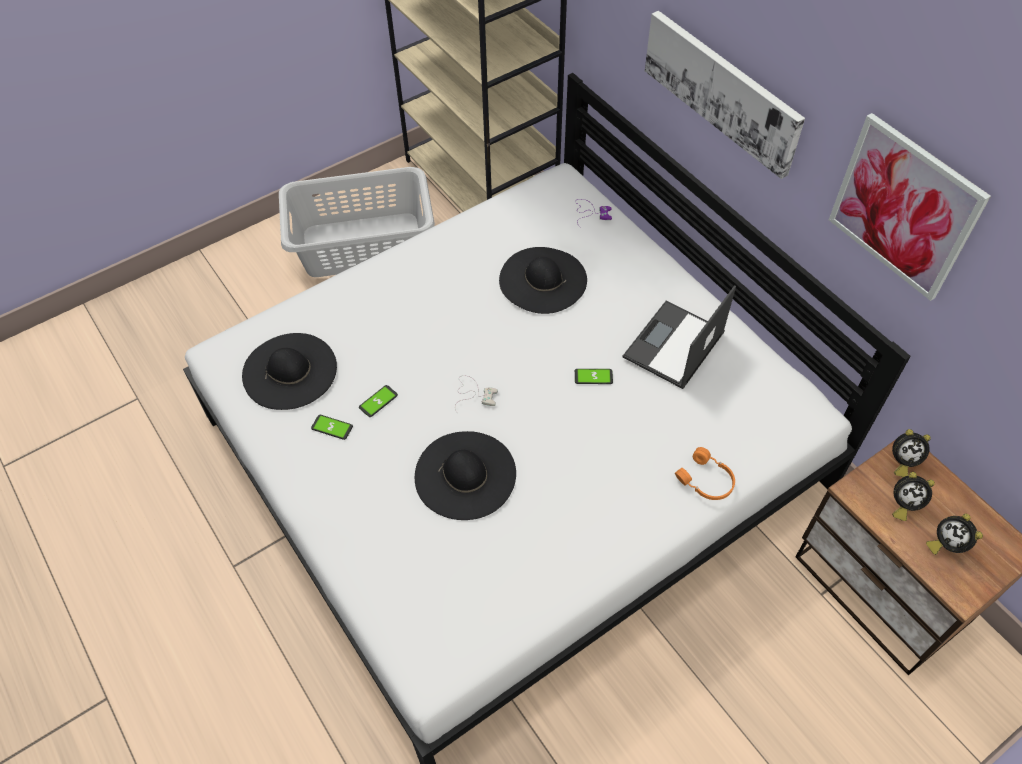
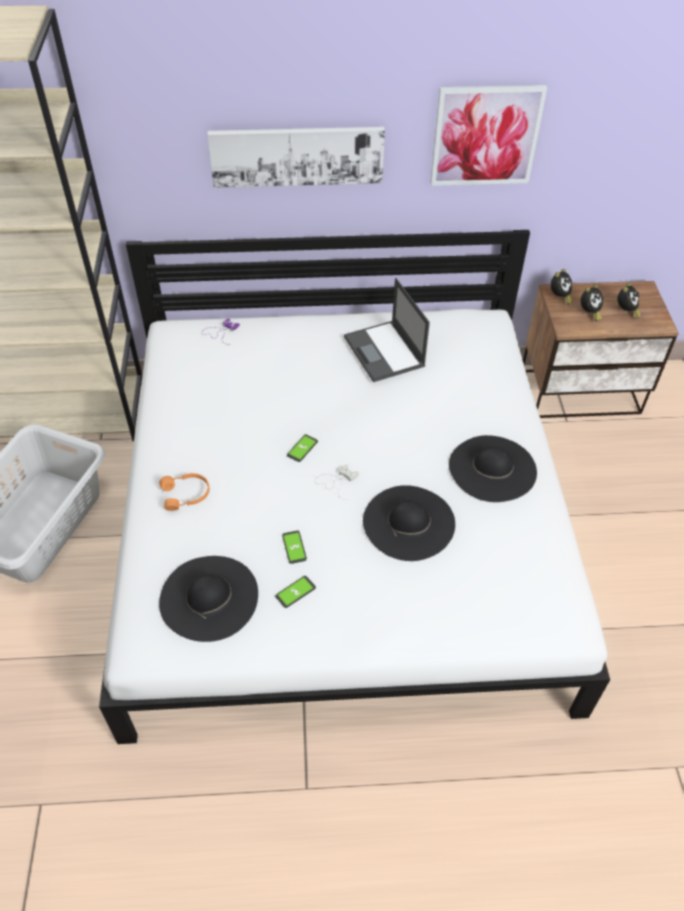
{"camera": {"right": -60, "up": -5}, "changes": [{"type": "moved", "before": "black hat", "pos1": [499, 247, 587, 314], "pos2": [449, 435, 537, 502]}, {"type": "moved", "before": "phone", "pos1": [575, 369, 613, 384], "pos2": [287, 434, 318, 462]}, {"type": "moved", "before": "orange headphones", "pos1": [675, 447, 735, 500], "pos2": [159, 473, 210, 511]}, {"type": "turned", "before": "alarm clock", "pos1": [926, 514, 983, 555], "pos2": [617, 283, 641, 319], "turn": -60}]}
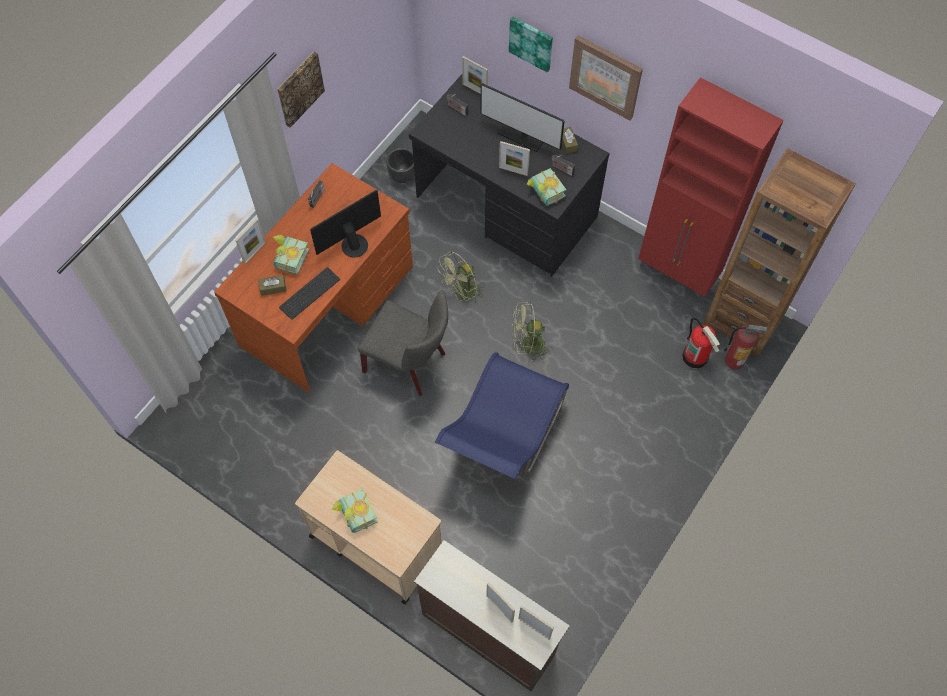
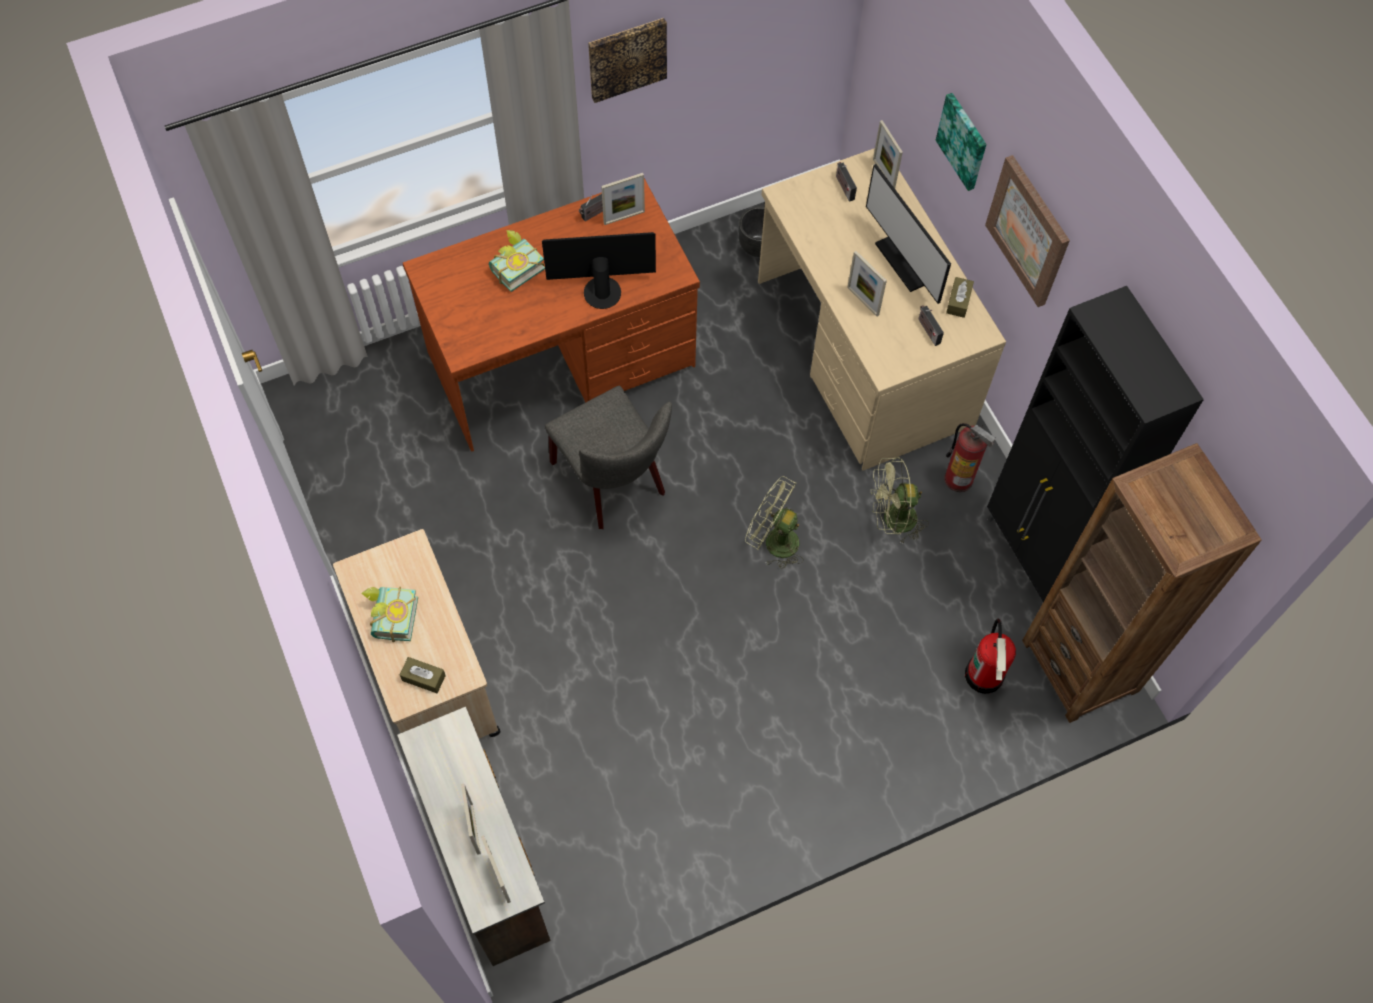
{"camera": {"right": 30, "up": 0}, "changes": [{"type": "recoloured", "before": "black desk", "after": "beige desk", "pos1": [409, 74, 610, 277], "pos2": [758, 148, 1006, 471]}, {"type": "recoloured", "before": "red cabinet", "after": "black cabinet", "pos1": [638, 77, 784, 302], "pos2": [987, 286, 1204, 608]}, {"type": "removed", "before": "book", "pos1": [527, 168, 566, 206]}, {"type": "moved", "before": "picture frame", "pos1": [235, 218, 266, 264], "pos2": [601, 173, 645, 225]}, {"type": "moved", "before": "green fan", "pos1": [437, 251, 485, 303], "pos2": [871, 457, 929, 544]}, {"type": "removed", "before": "keyboard", "pos1": [279, 267, 340, 320]}, {"type": "moved", "before": "brown tissue box", "pos1": [258, 275, 286, 296], "pos2": [400, 657, 446, 693]}, {"type": "moved", "before": "fire extinguisher", "pos1": [724, 323, 767, 370], "pos2": [944, 423, 996, 492]}, {"type": "removed", "before": "blue chair", "pos1": [435, 353, 569, 479]}]}
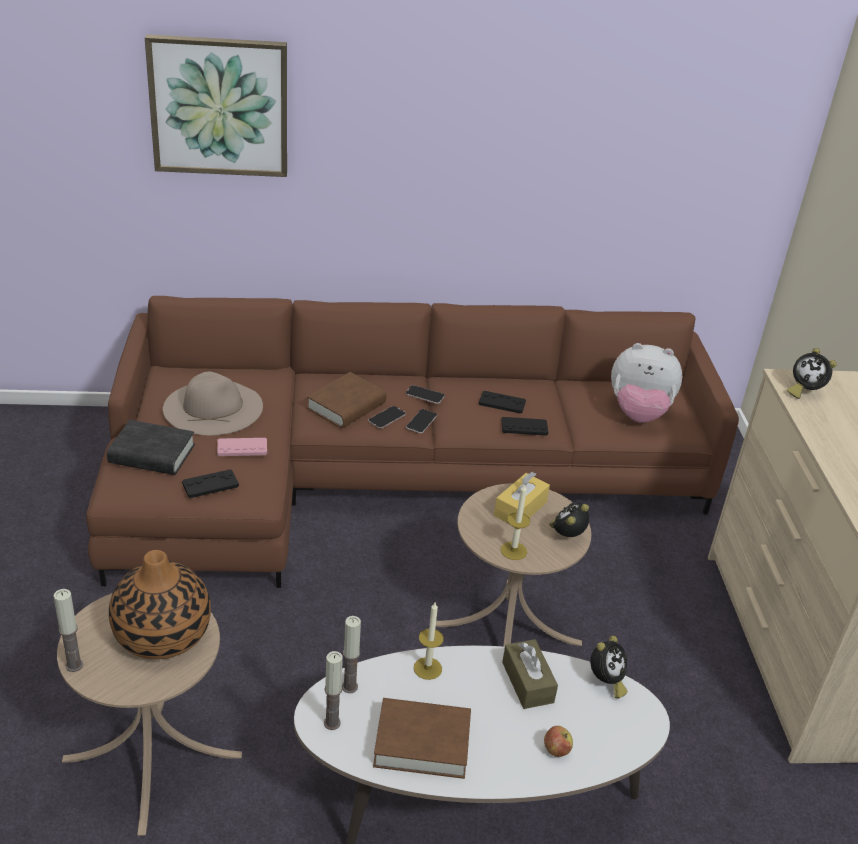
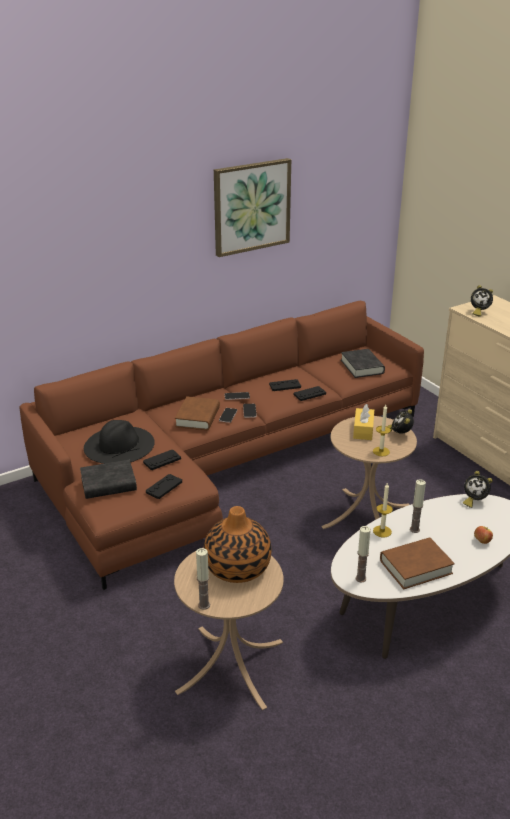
{"camera": {"right": -25, "up": -5}, "changes": [{"type": "moved", "before": "picture", "pos1": [145, 34, 287, 177], "pos2": [214, 158, 291, 257]}, {"type": "replaced", "before": "plush toy", "after": "black book", "pos1": [611, 343, 682, 423], "pos2": [341, 349, 385, 378]}, {"type": "recoloured", "before": "beige hat", "after": "black hat", "pos1": [163, 372, 263, 436], "pos2": [84, 420, 155, 464]}, {"type": "recoloured", "before": "pink game controller", "after": "black game controller", "pos1": [217, 438, 267, 456], "pos2": [143, 450, 181, 470]}, {"type": "moved", "before": "candle", "pos1": [342, 616, 361, 693], "pos2": [410, 479, 426, 533]}, {"type": "turned", "before": "alarm clock", "pos1": [590, 636, 628, 698], "pos2": [463, 471, 492, 508], "turn": 105}, {"type": "removed", "before": "brown tissue box", "pos1": [502, 639, 558, 709]}]}
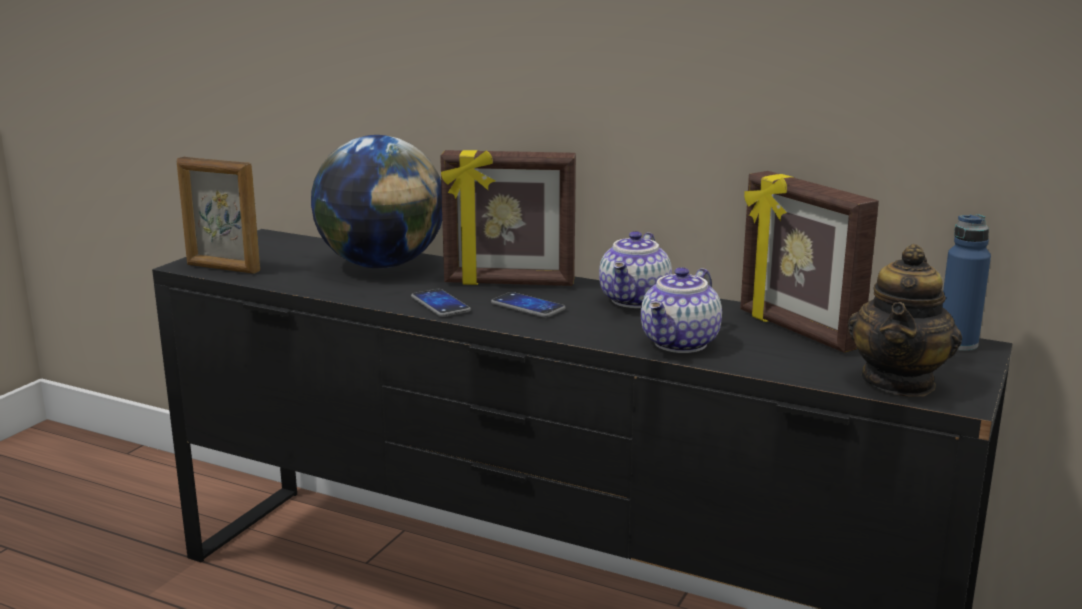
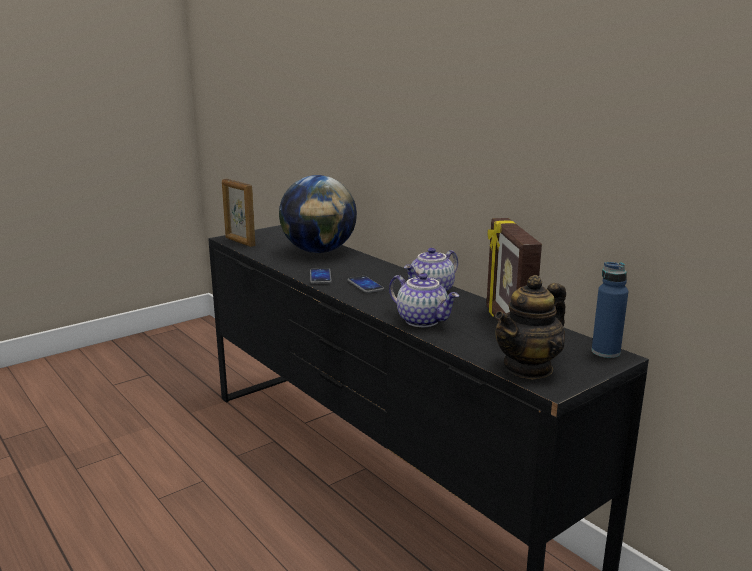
{"camera": {"right": 25, "up": 0}, "changes": [{"type": "removed", "before": "picture frame", "pos1": [440, 150, 576, 286]}, {"type": "turned", "before": "teapot", "pos1": [641, 267, 722, 353], "pos2": [389, 273, 459, 327], "turn": -105}]}
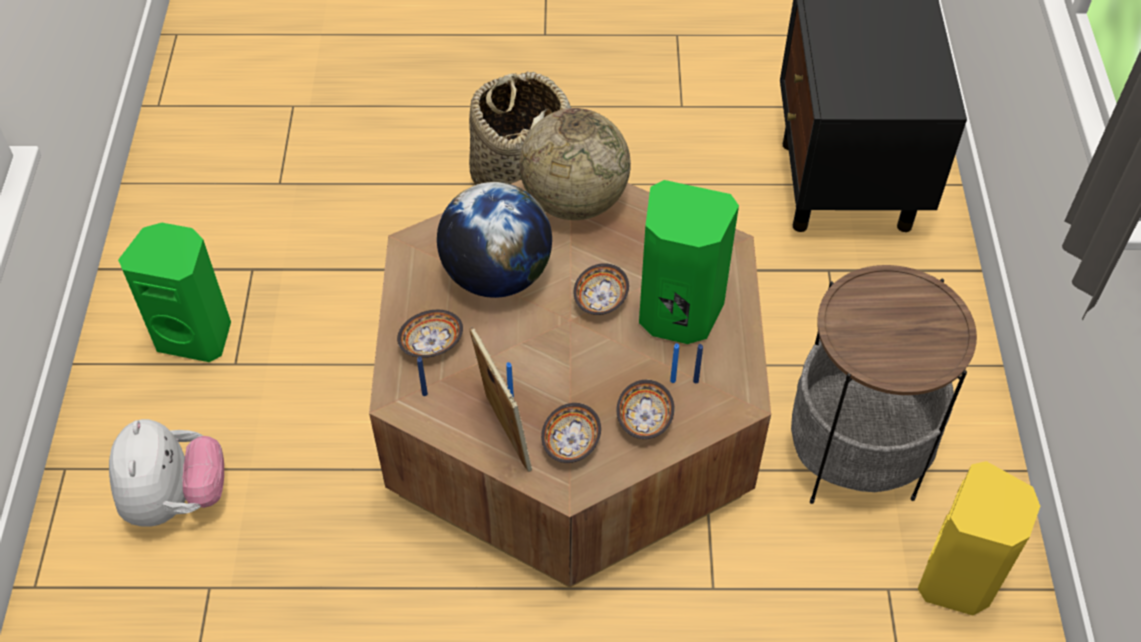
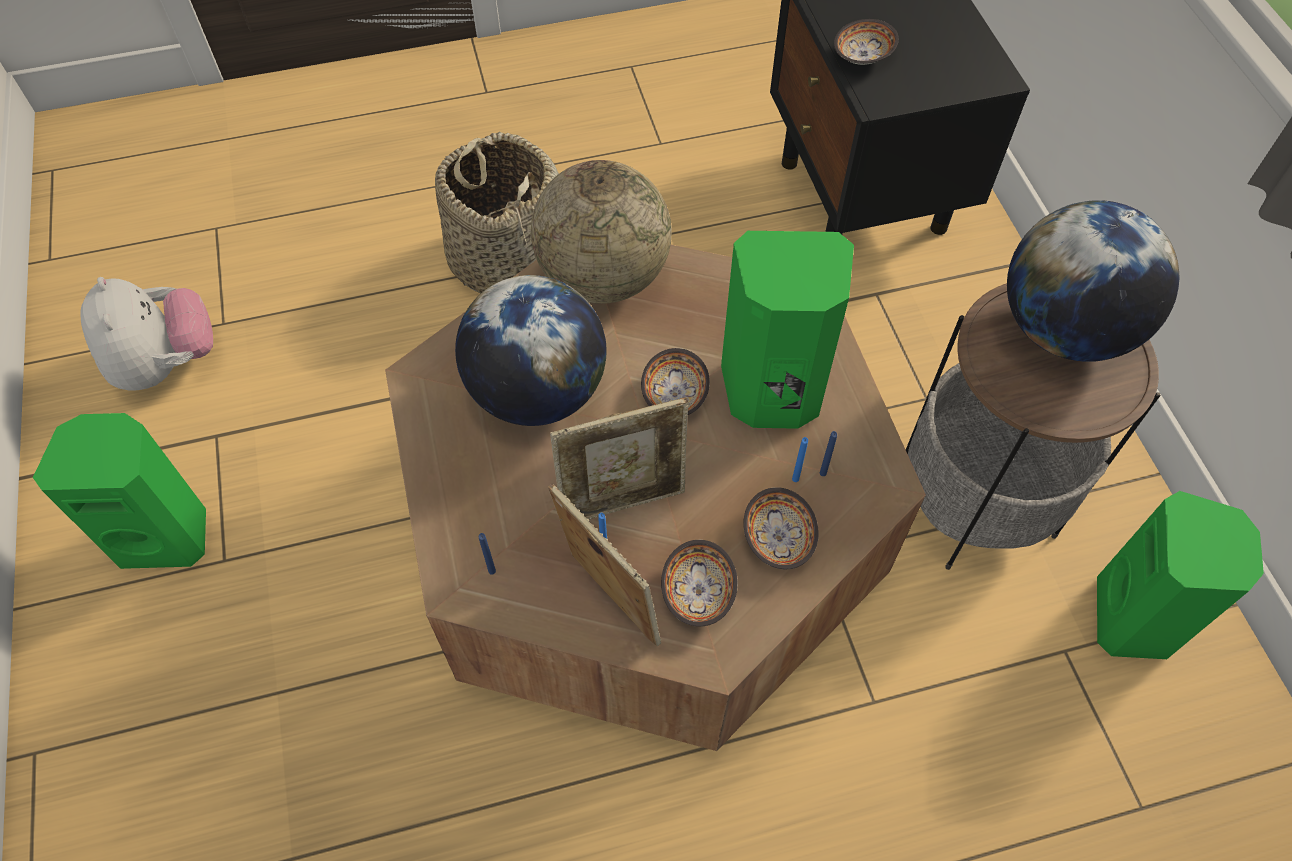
{"camera": {"right": -15, "up": 5}, "changes": [{"type": "moved", "before": "bowl", "pos1": [397, 310, 463, 358], "pos2": [834, 19, 899, 65]}, {"type": "moved", "before": "plush toy", "pos1": [109, 419, 224, 527], "pos2": [80, 277, 213, 390]}, {"type": "recoloured", "before": "yellow speaker", "after": "green speaker", "pos1": [918, 461, 1040, 615], "pos2": [1097, 491, 1264, 659]}, {"type": "added", "after": "globe", "pos2": [1007, 200, 1179, 362]}, {"type": "added", "after": "picture frame", "pos2": [550, 397, 689, 519]}]}
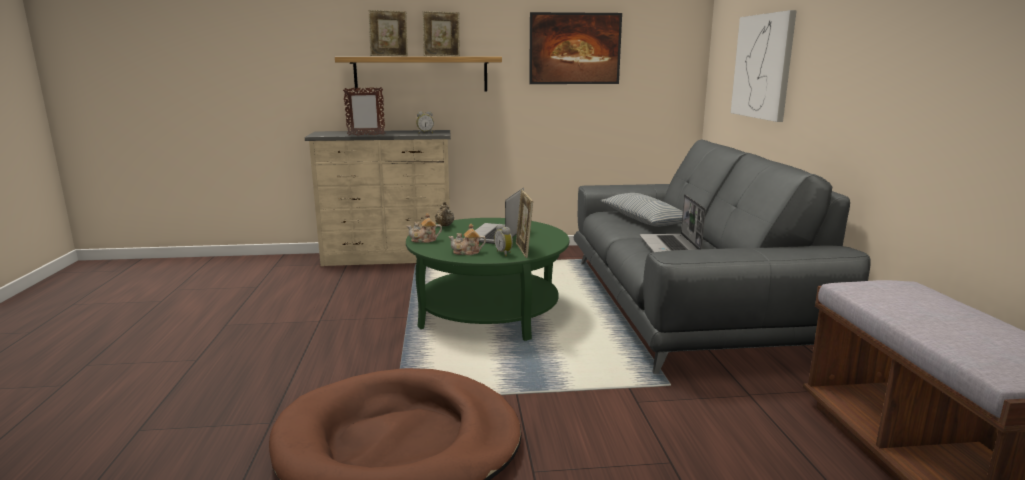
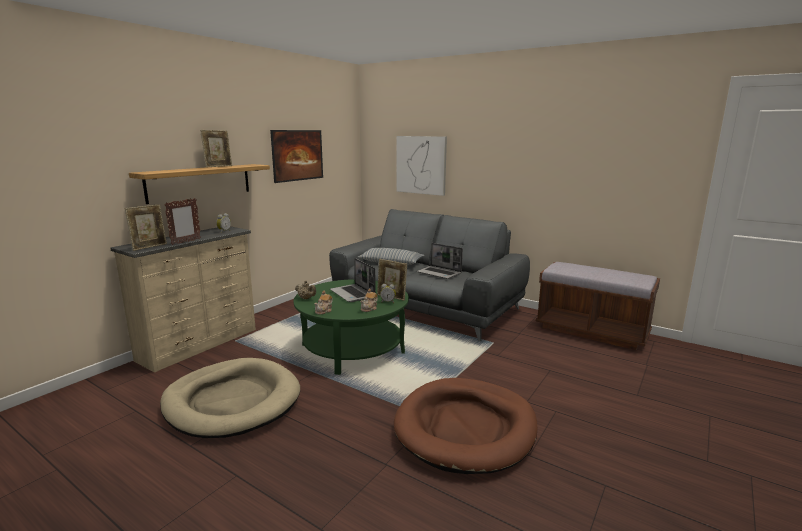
{"camera": {"right": -50, "up": 0}, "changes": [{"type": "moved", "before": "picture frame", "pos1": [369, 10, 408, 57], "pos2": [125, 204, 167, 251]}, {"type": "added", "after": "beige dog bed", "pos2": [160, 358, 300, 438]}]}
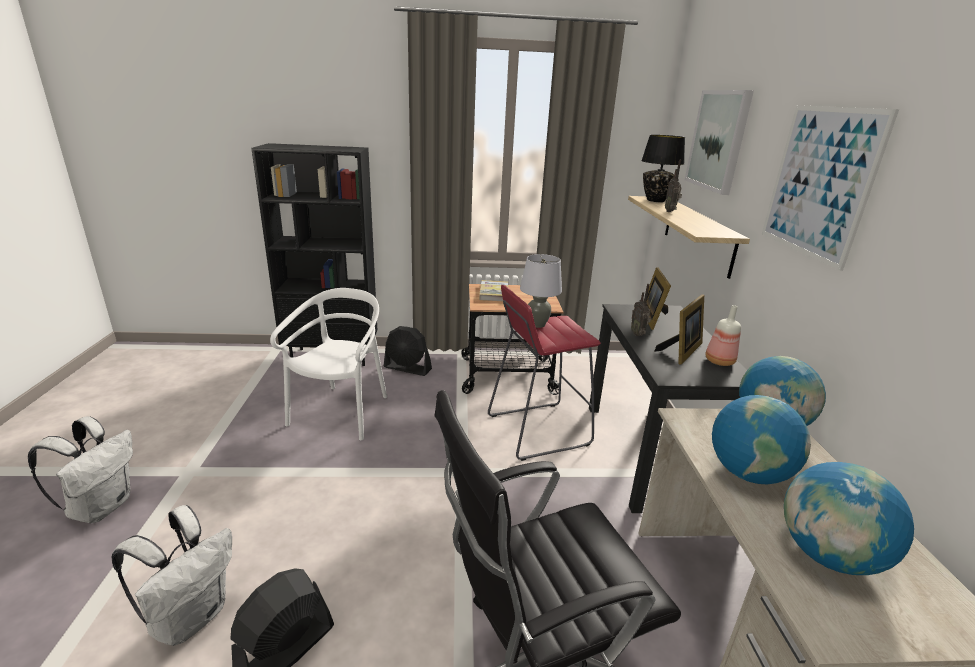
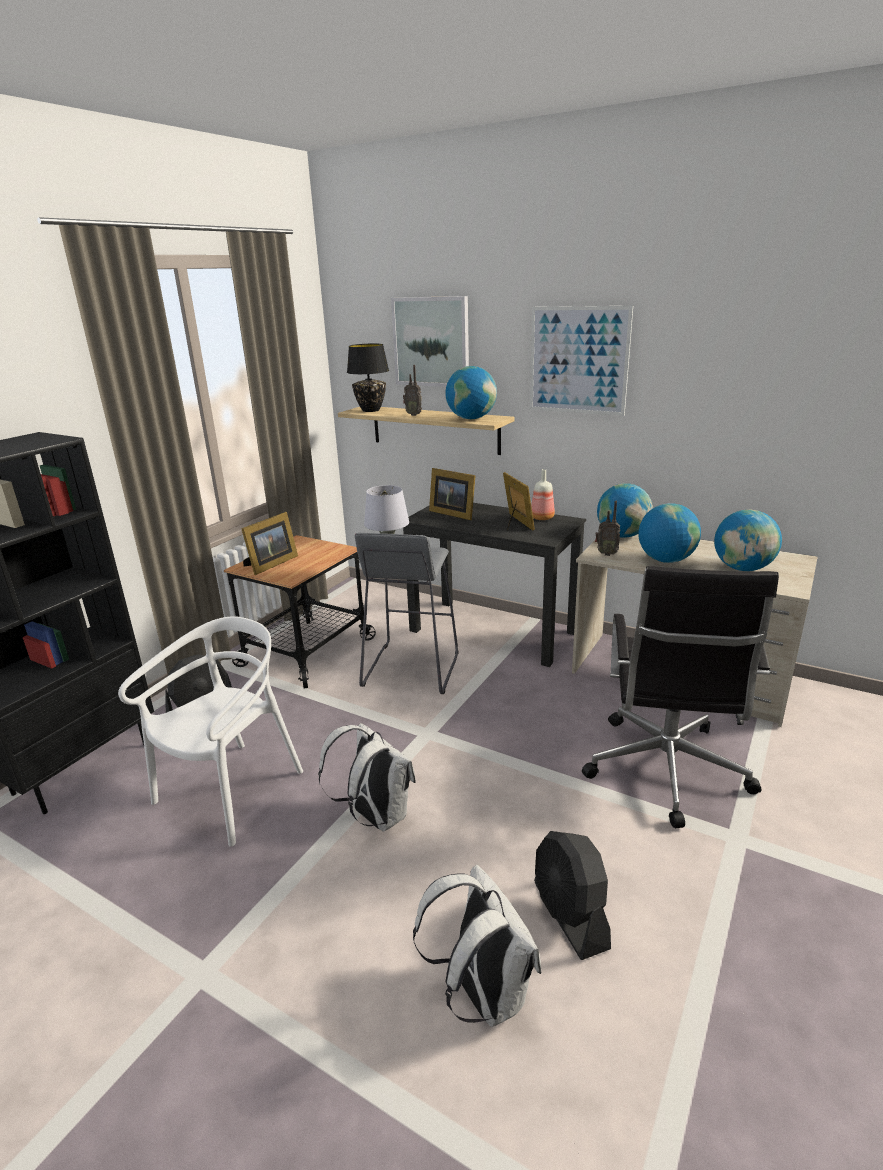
{"camera": {"right": -55, "up": 0}, "changes": [{"type": "replaced", "before": "book", "after": "picture frame", "pos1": [479, 280, 508, 301], "pos2": [242, 512, 298, 575]}, {"type": "moved", "before": "radio", "pos1": [631, 284, 651, 336], "pos2": [595, 501, 620, 556]}, {"type": "recoloured", "before": "red stool", "after": "grey stool", "pos1": [488, 285, 601, 461], "pos2": [355, 532, 458, 694]}, {"type": "turned", "before": "white chair", "pos1": [270, 288, 387, 440], "pos2": [118, 616, 303, 847], "turn": 75}, {"type": "moved", "before": "white backpack", "pos1": [28, 416, 133, 523], "pos2": [318, 723, 416, 832]}, {"type": "added", "after": "globe", "pos2": [445, 366, 497, 419]}]}
